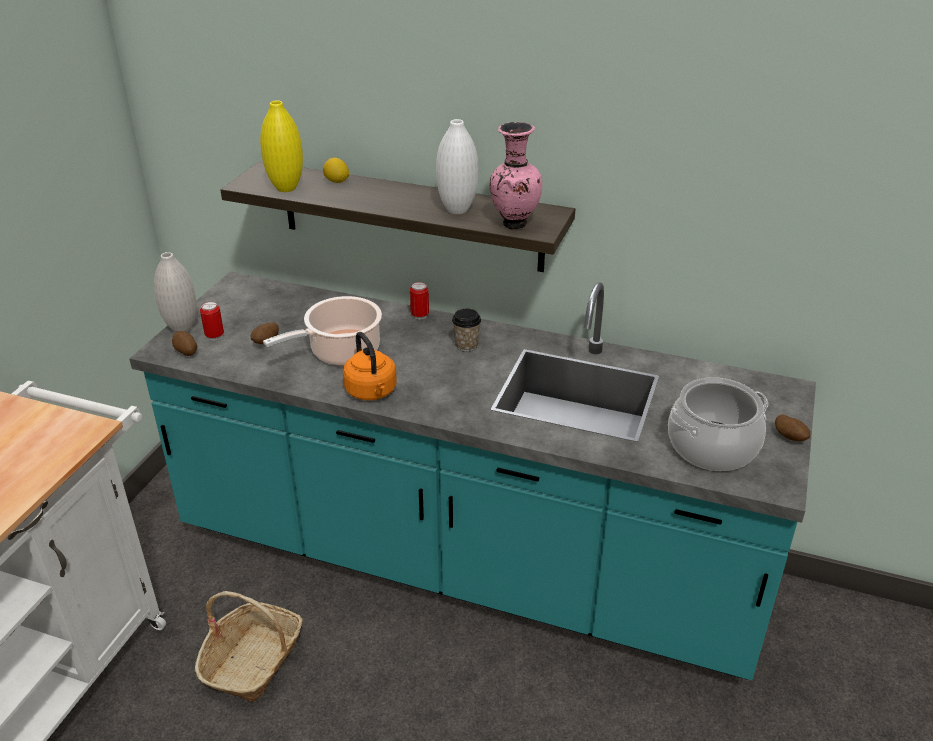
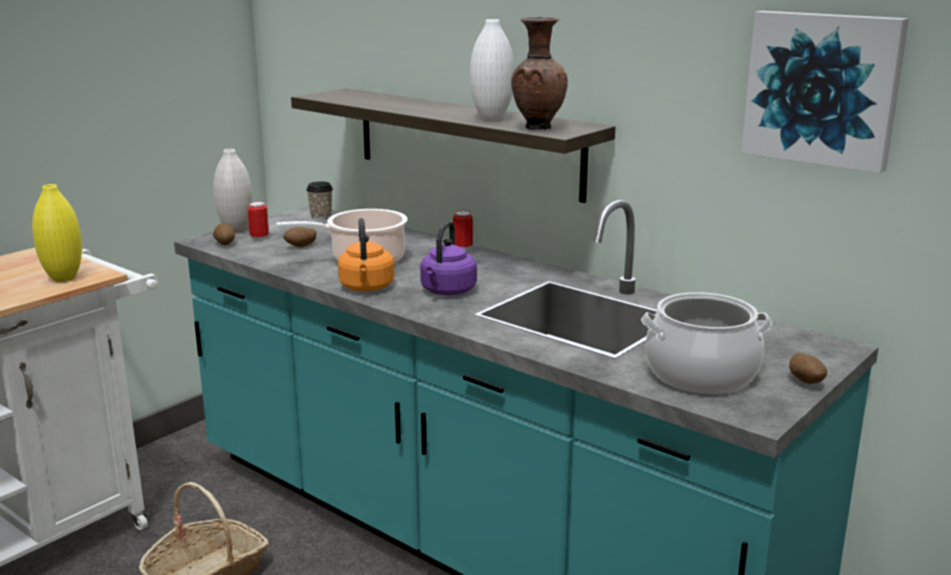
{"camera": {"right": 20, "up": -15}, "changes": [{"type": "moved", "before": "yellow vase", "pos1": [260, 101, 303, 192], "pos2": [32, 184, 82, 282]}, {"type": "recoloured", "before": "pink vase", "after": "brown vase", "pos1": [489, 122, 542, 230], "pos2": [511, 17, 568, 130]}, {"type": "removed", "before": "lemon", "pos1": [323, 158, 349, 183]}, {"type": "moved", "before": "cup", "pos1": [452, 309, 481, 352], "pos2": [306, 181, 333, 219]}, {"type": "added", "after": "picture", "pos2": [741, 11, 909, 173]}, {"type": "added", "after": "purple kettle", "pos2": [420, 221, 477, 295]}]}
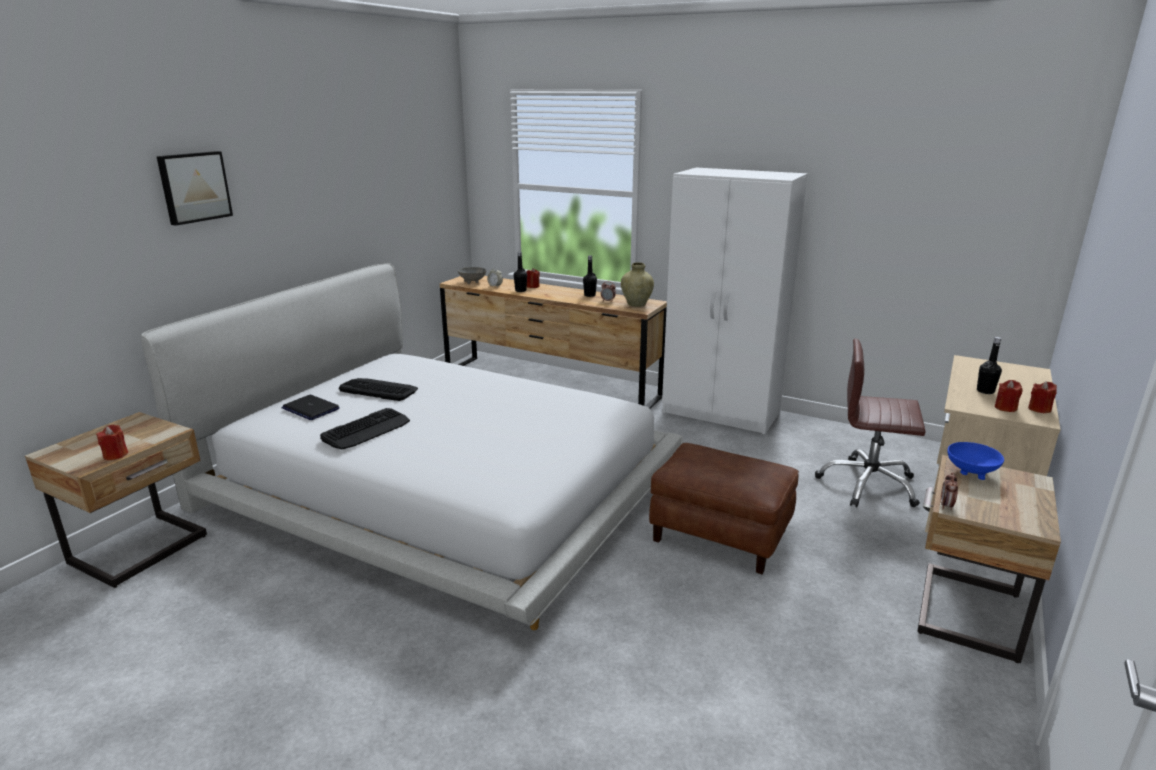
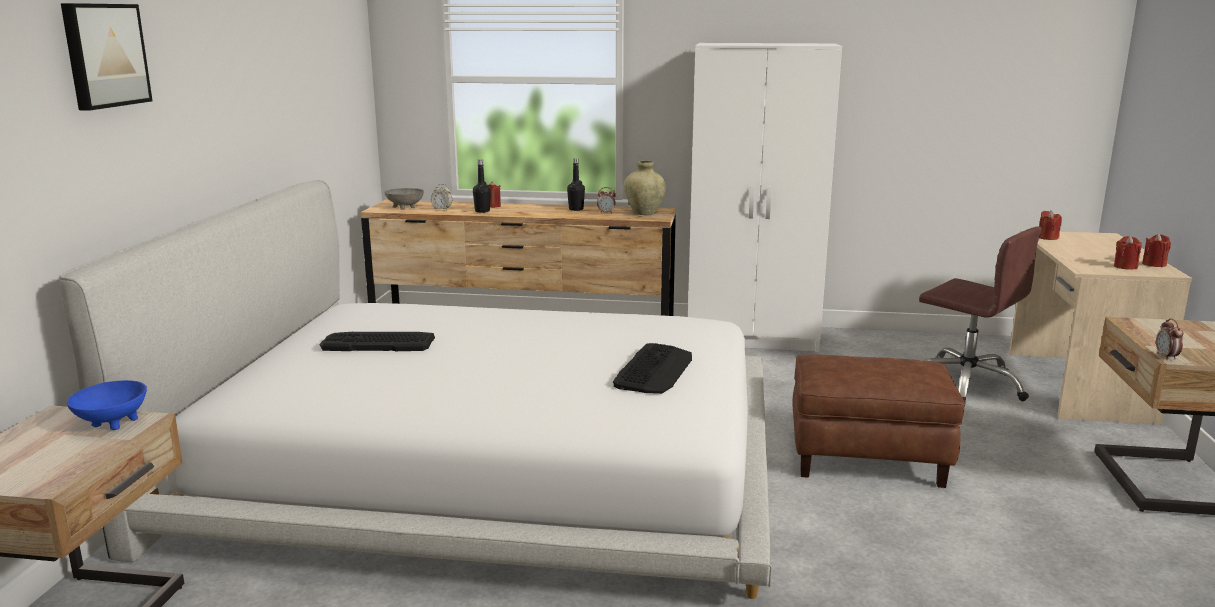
{"camera": {"right": -20, "up": -5}, "changes": [{"type": "removed", "before": "black bottle", "pos1": [977, 337, 1002, 394]}, {"type": "turned", "before": "brown office chair", "pos1": [815, 339, 925, 507], "pos2": [919, 226, 1042, 403], "turn": -135}, {"type": "removed", "before": "laptop", "pos1": [282, 395, 340, 420]}, {"type": "moved", "before": "keyboard", "pos1": [320, 408, 410, 449], "pos2": [613, 343, 692, 394]}, {"type": "moved", "before": "red candle", "pos1": [96, 424, 128, 460], "pos2": [1039, 210, 1062, 240]}, {"type": "moved", "before": "blue bowl", "pos1": [947, 442, 1004, 480], "pos2": [67, 380, 147, 430]}]}
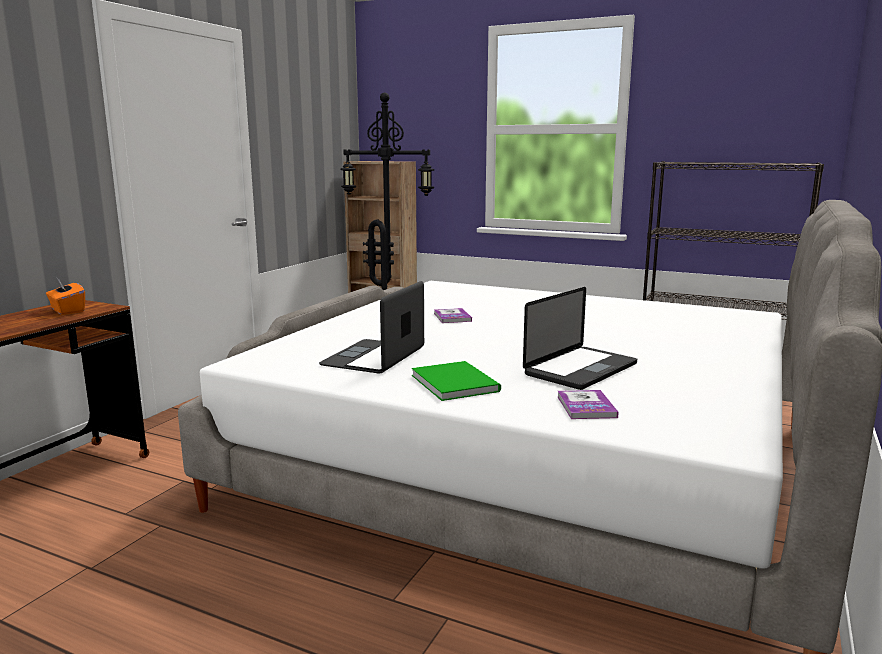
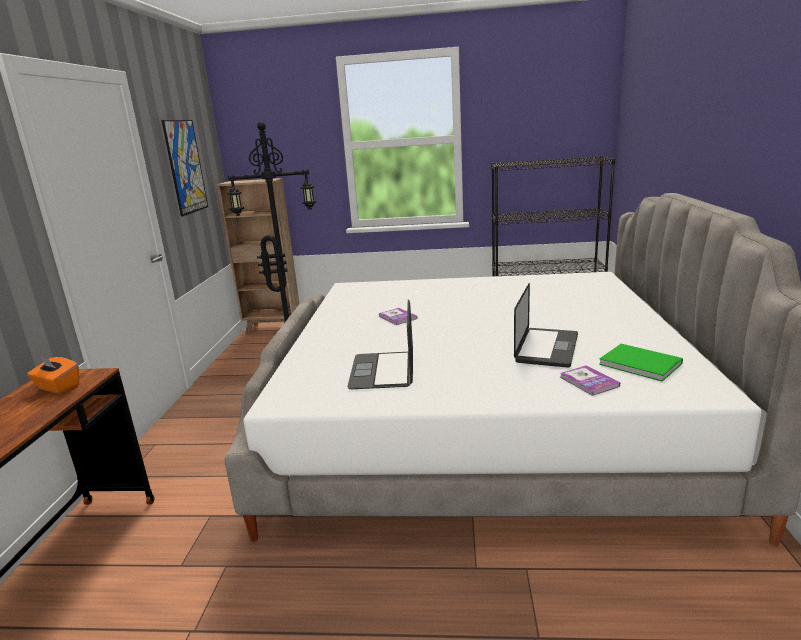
{"camera": {"right": -20, "up": 5}, "changes": [{"type": "moved", "before": "green book", "pos1": [412, 361, 501, 401], "pos2": [599, 344, 683, 382]}, {"type": "added", "after": "picture", "pos2": [162, 120, 208, 217]}]}
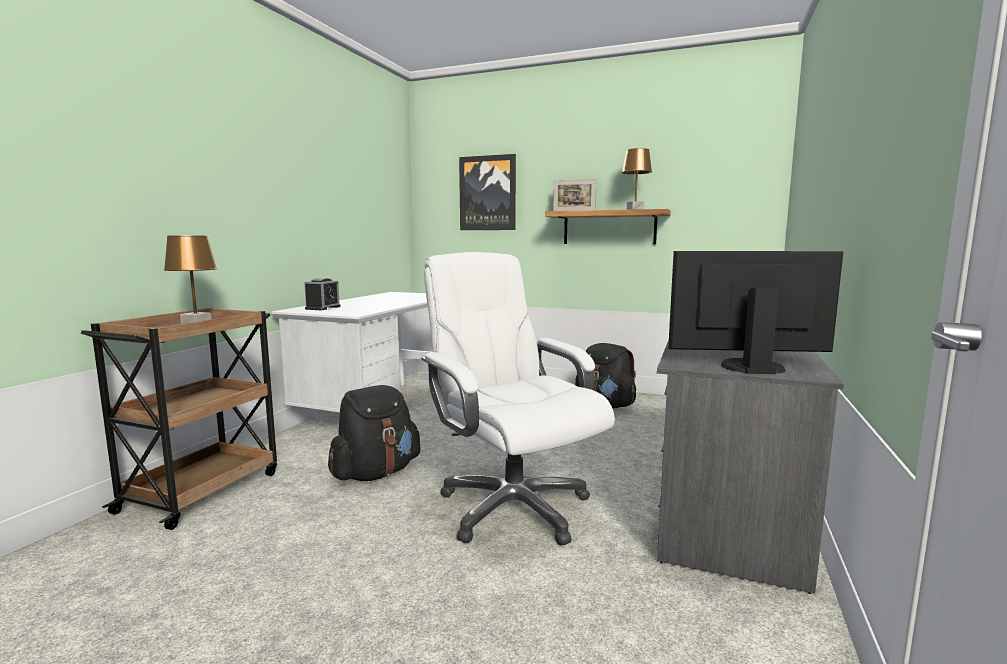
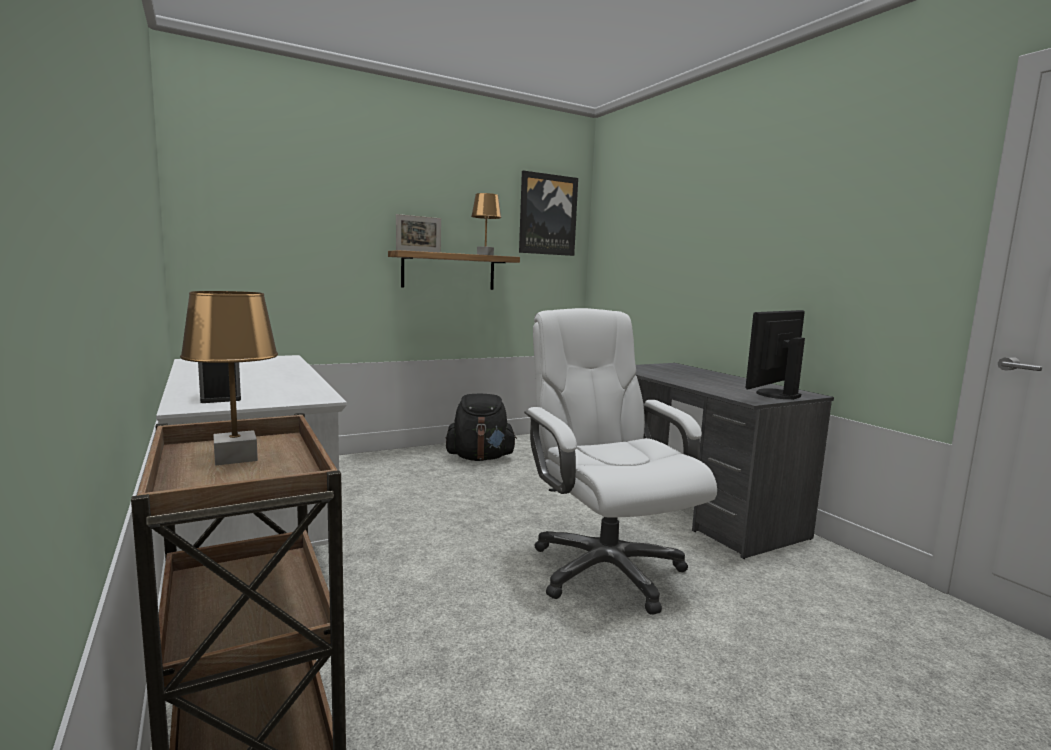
{"camera": {"right": -50, "up": 0}, "changes": [{"type": "moved", "before": "picture", "pos1": [459, 154, 516, 230], "pos2": [519, 171, 578, 256]}, {"type": "turned", "before": "white office chair", "pos1": [421, 252, 615, 545], "pos2": [524, 308, 717, 615], "turn": 60}, {"type": "removed", "before": "black backpack", "pos1": [328, 385, 421, 481]}]}
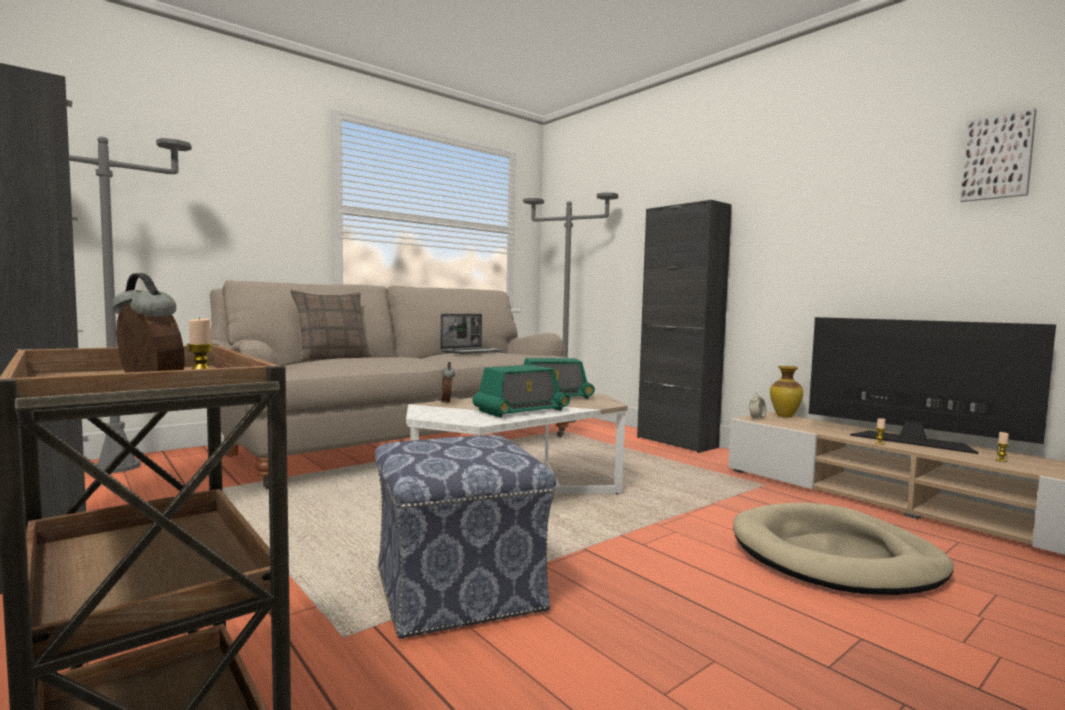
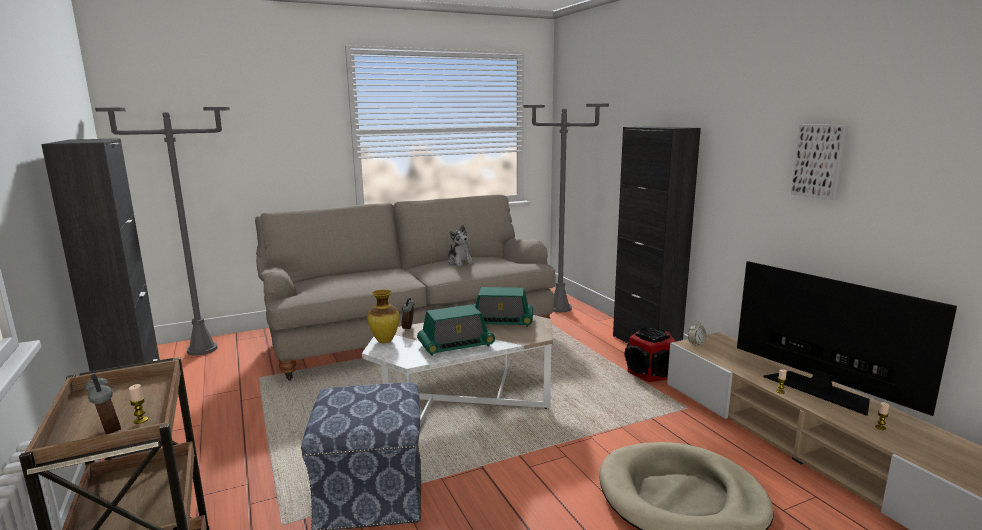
{"camera": {"right": 15, "up": 10}, "changes": [{"type": "moved", "before": "picture", "pos1": [959, 108, 1036, 202], "pos2": [791, 124, 849, 200]}, {"type": "removed", "before": "pillow", "pos1": [290, 290, 372, 362]}, {"type": "replaced", "before": "laptop", "after": "plush toy", "pos1": [440, 314, 504, 354], "pos2": [448, 225, 474, 266]}, {"type": "moved", "before": "vase", "pos1": [770, 366, 803, 418], "pos2": [367, 290, 399, 343]}, {"type": "added", "after": "speaker", "pos2": [625, 328, 675, 382]}]}
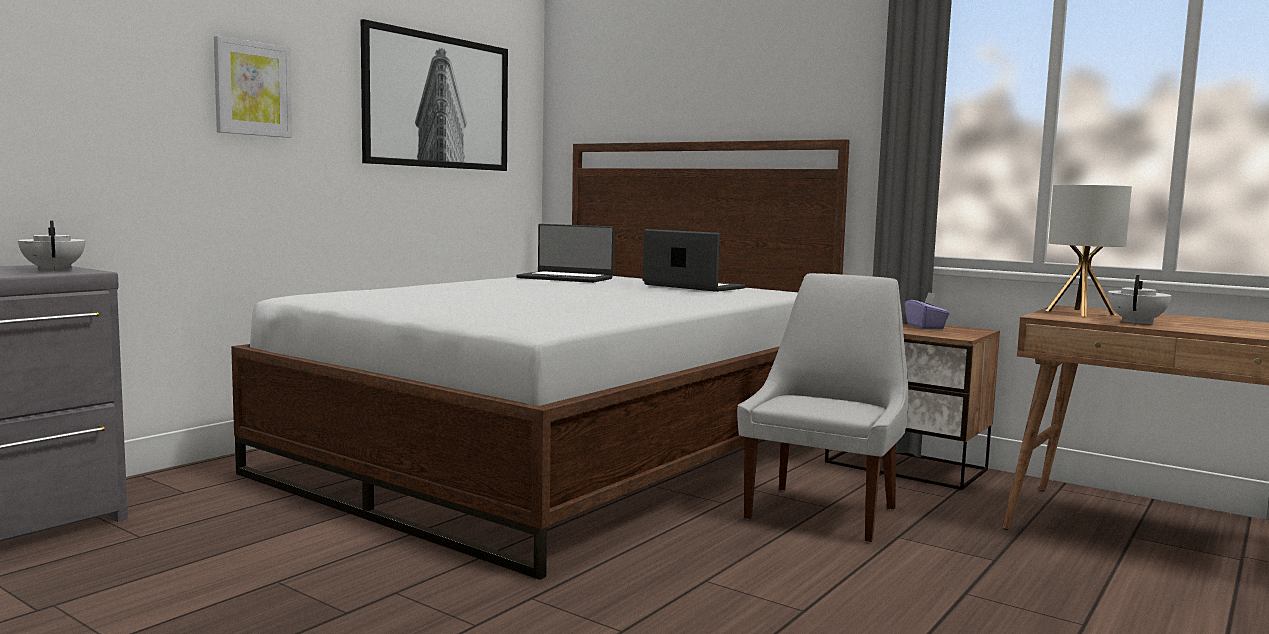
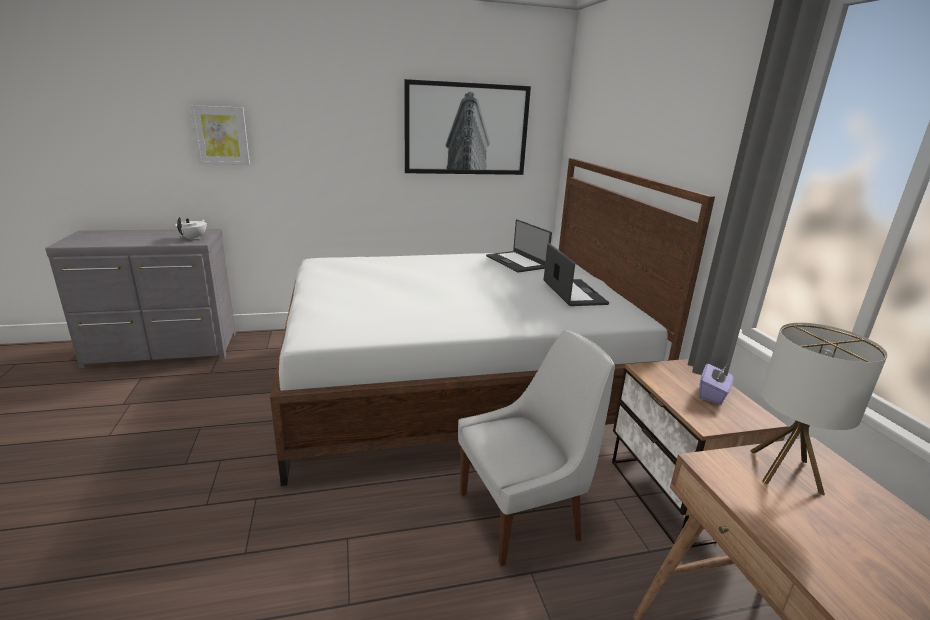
{"camera": {"right": 40, "up": 15}, "changes": [{"type": "moved", "before": "picture", "pos1": [214, 36, 292, 138], "pos2": [190, 105, 250, 165]}, {"type": "removed", "before": "white teapot", "pos1": [1108, 275, 1172, 324]}]}
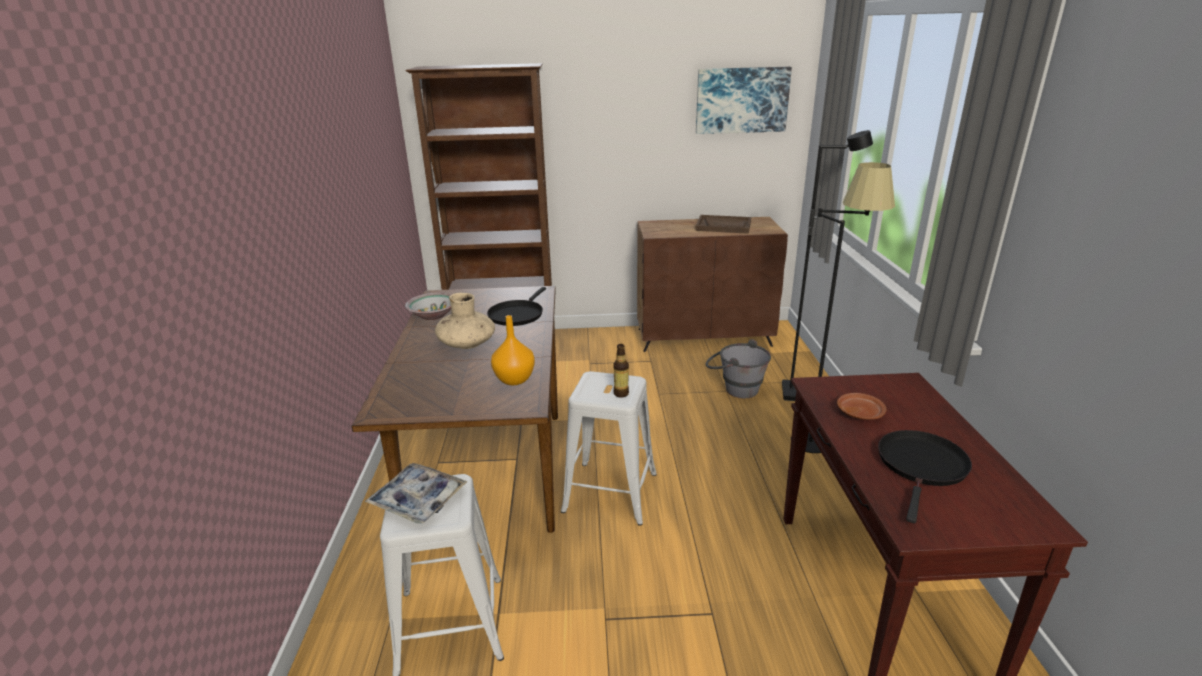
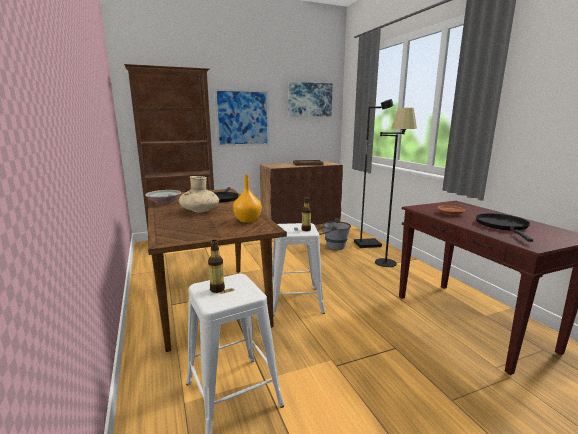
{"camera": {"right": -20, "up": -10}, "changes": [{"type": "replaced", "before": "tray", "after": "bottle", "pos1": [365, 463, 468, 524], "pos2": [208, 240, 225, 293]}, {"type": "added", "after": "picture", "pos2": [214, 88, 270, 147]}]}
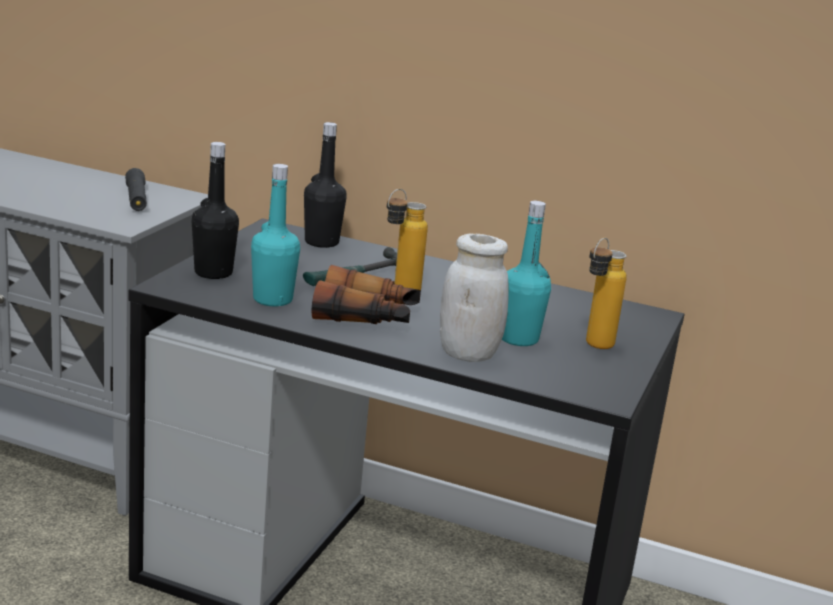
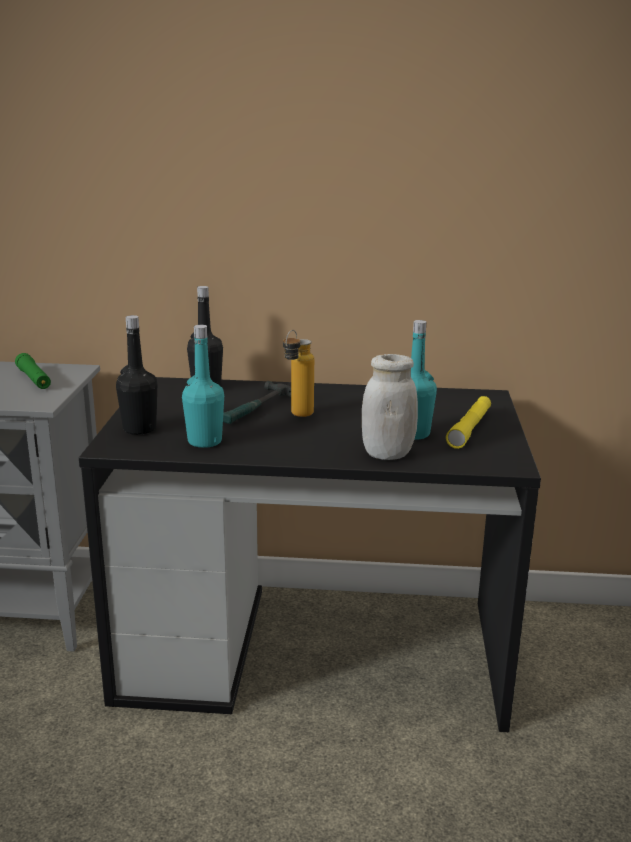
{"camera": {"right": -15, "up": 0}, "changes": [{"type": "recoloured", "before": "black flashlight", "after": "green flashlight", "pos1": [125, 168, 147, 211], "pos2": [15, 353, 51, 389]}, {"type": "replaced", "before": "bottle", "after": "yellow flashlight", "pos1": [586, 238, 627, 349], "pos2": [446, 396, 491, 449]}, {"type": "removed", "before": "binoculars", "pos1": [312, 265, 421, 324]}]}
